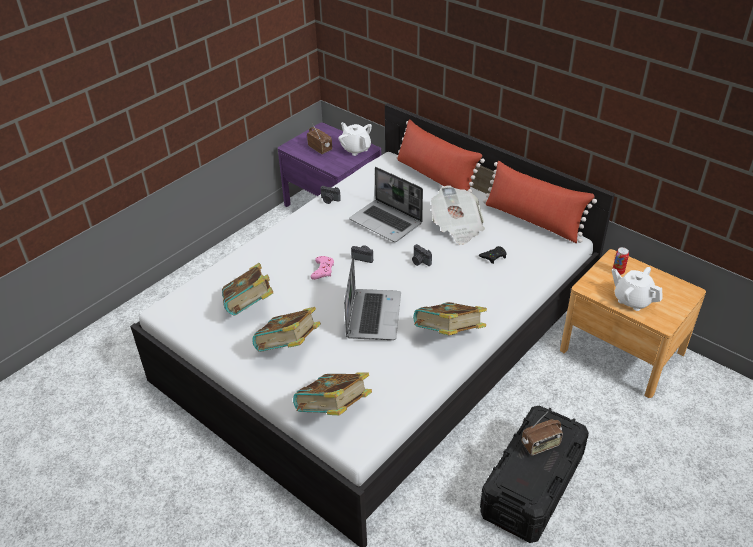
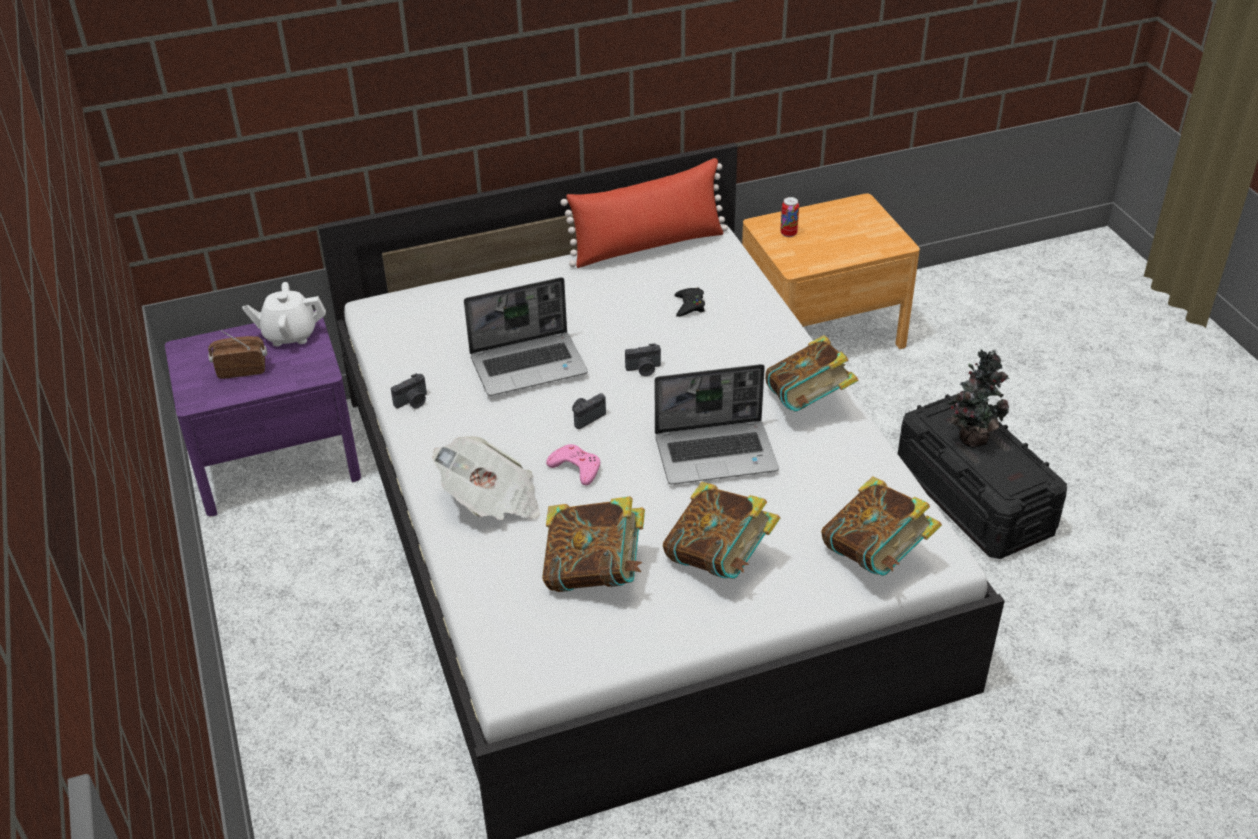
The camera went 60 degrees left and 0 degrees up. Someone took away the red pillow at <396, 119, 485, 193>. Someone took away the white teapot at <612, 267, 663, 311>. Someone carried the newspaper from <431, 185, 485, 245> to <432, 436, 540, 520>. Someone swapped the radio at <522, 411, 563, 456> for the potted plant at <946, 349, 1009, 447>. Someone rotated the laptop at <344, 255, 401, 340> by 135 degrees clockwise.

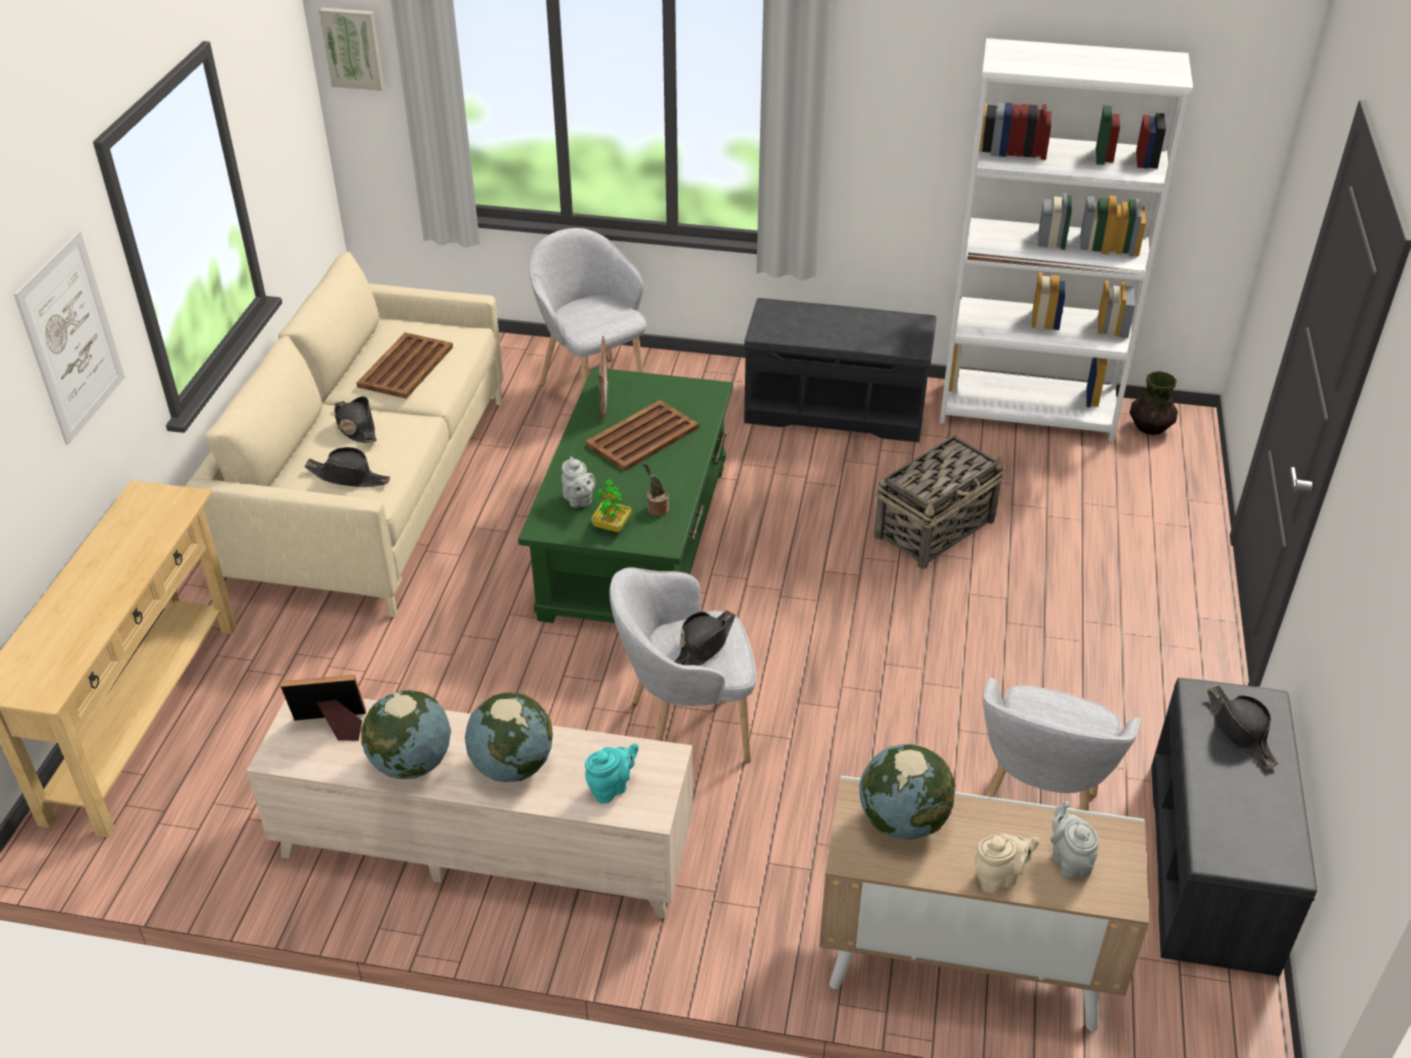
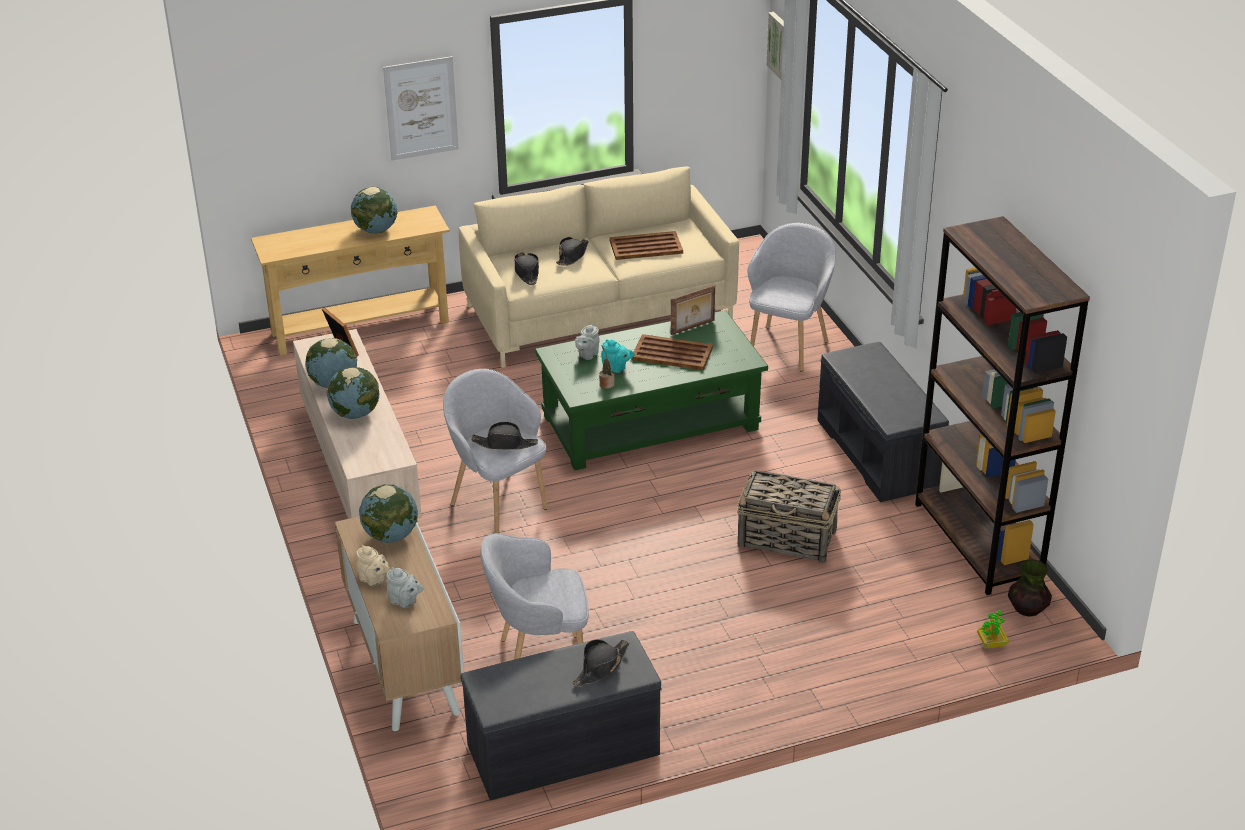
The camera went 60 degrees right and 5 degrees down. Someone put down the globe at <351, 187, 397, 234>. Someone carried the turquoise teapot from <585, 743, 638, 804> to <601, 339, 635, 373>. Someone carried the potted plant from <591, 480, 632, 532> to <977, 610, 1009, 649>. Someone repainted the white bookcase at <940, 38, 1193, 442>, which became the brown bookcase at <915, 216, 1090, 595>. Someone rotated the grey teapot at <1050, 801, 1099, 878> by 75 degrees clockwise.

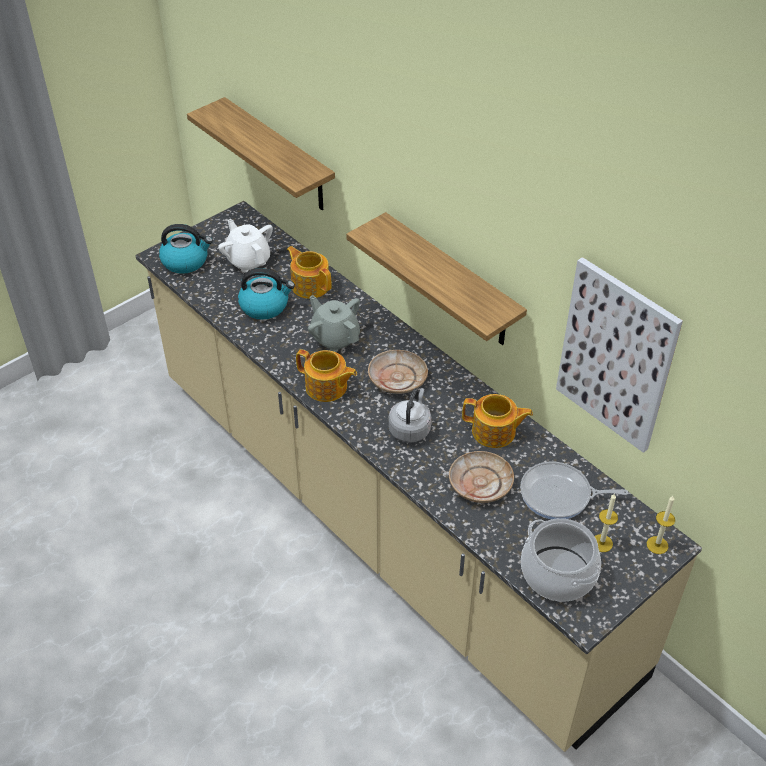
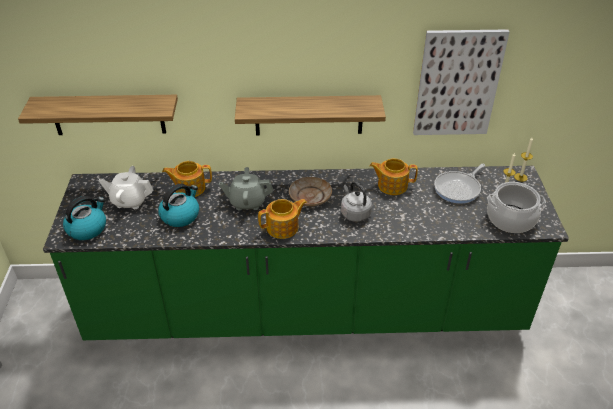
The camera went 50 degrees left and 5 degrees down. Someone took away the beige plate at <449, 451, 514, 503>. Someone repainted the beige counter at <135, 201, 702, 752>, which became the green counter at <43, 166, 569, 340>. Someone rotated the teapot at <462, 394, 533, 448> by 135 degrees counterclockwise.

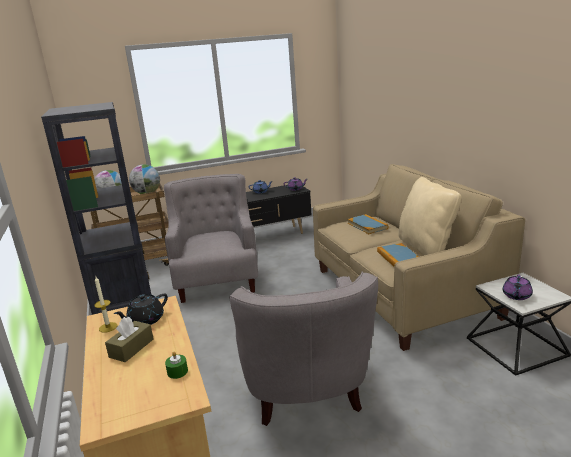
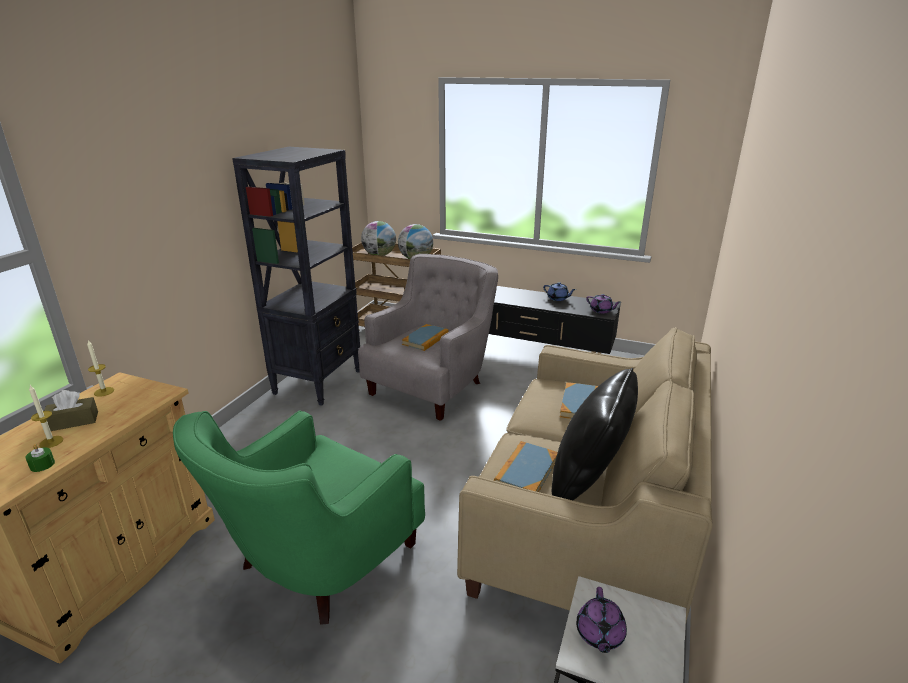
The camera went 40 degrees right and 5 degrees up. Someone took away the black teapot at <114, 294, 168, 325>. Someone put down the candle at <29, 385, 63, 448>. Someone put down the book at <402, 324, 449, 351>. Someone repainted the grey armchair at <229, 272, 378, 426>, which became the green armchair at <173, 411, 425, 625>. Someone repainted the beige pillow at <398, 177, 461, 255>, which became the black pillow at <552, 368, 638, 500>. Someone rotated the purple teapot at <503, 275, 533, 300> by 60 degrees counterclockwise.

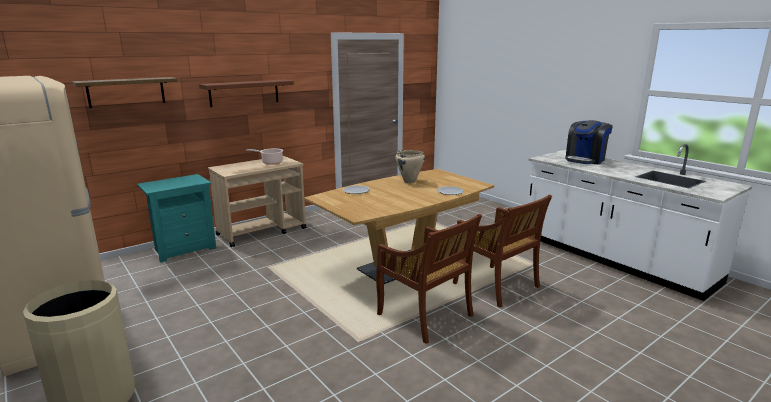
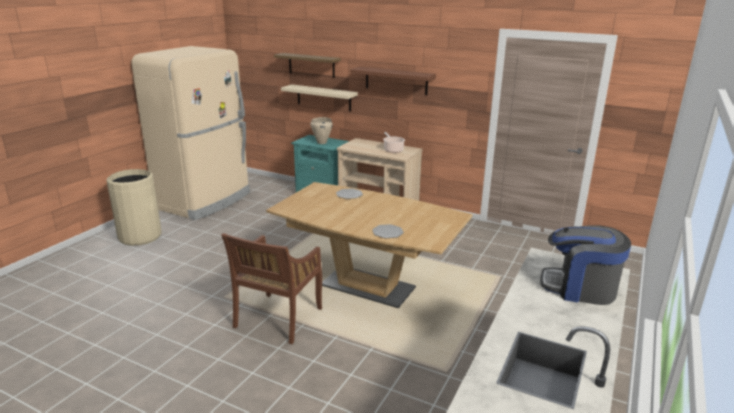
The camera went 65 degrees right and 5 degrees up. Someone took away the brown chair at <453, 195, 552, 308>. Someone put up the beige shelf at <281, 84, 358, 111>. Someone carried the beige cooking pot from <395, 150, 425, 183> to <310, 117, 333, 144>.

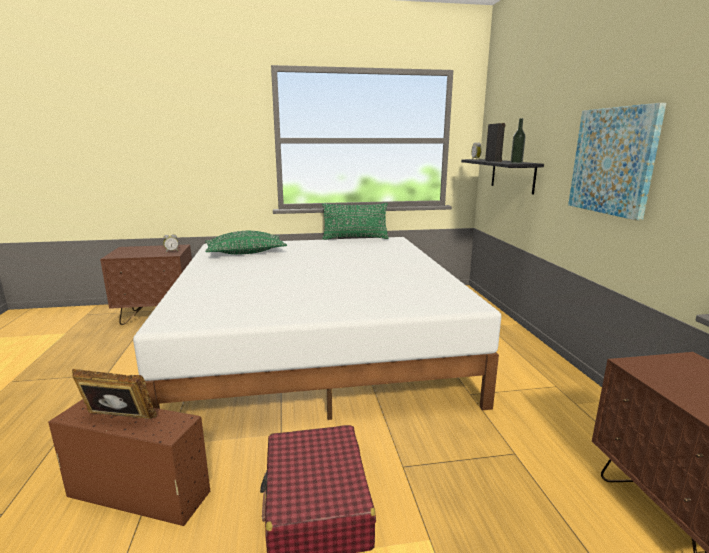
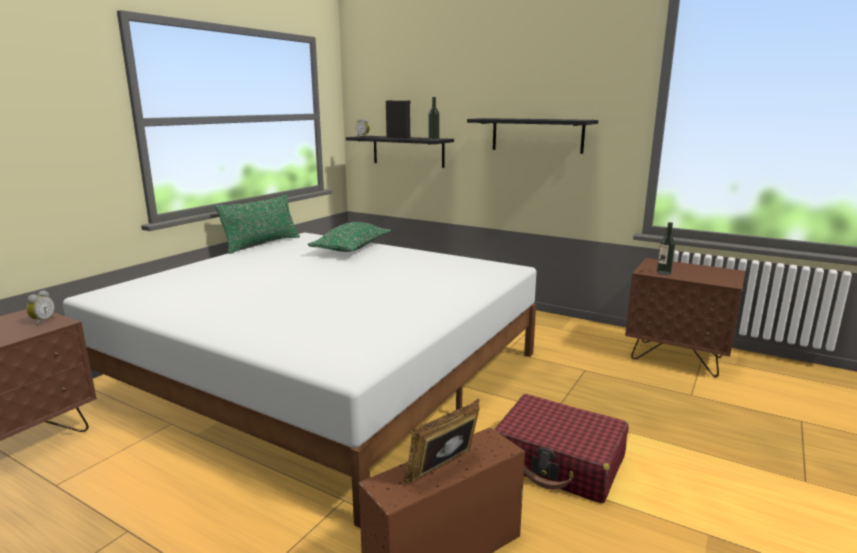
The camera went 50 degrees left and 0 degrees up. Someone put down the bottle at <656, 222, 675, 275>. Someone carried the green pillow from <205, 231, 287, 255> to <308, 222, 391, 252>. Someone swapped the picture at <568, 103, 666, 221> for the black shelf at <467, 118, 598, 154>.

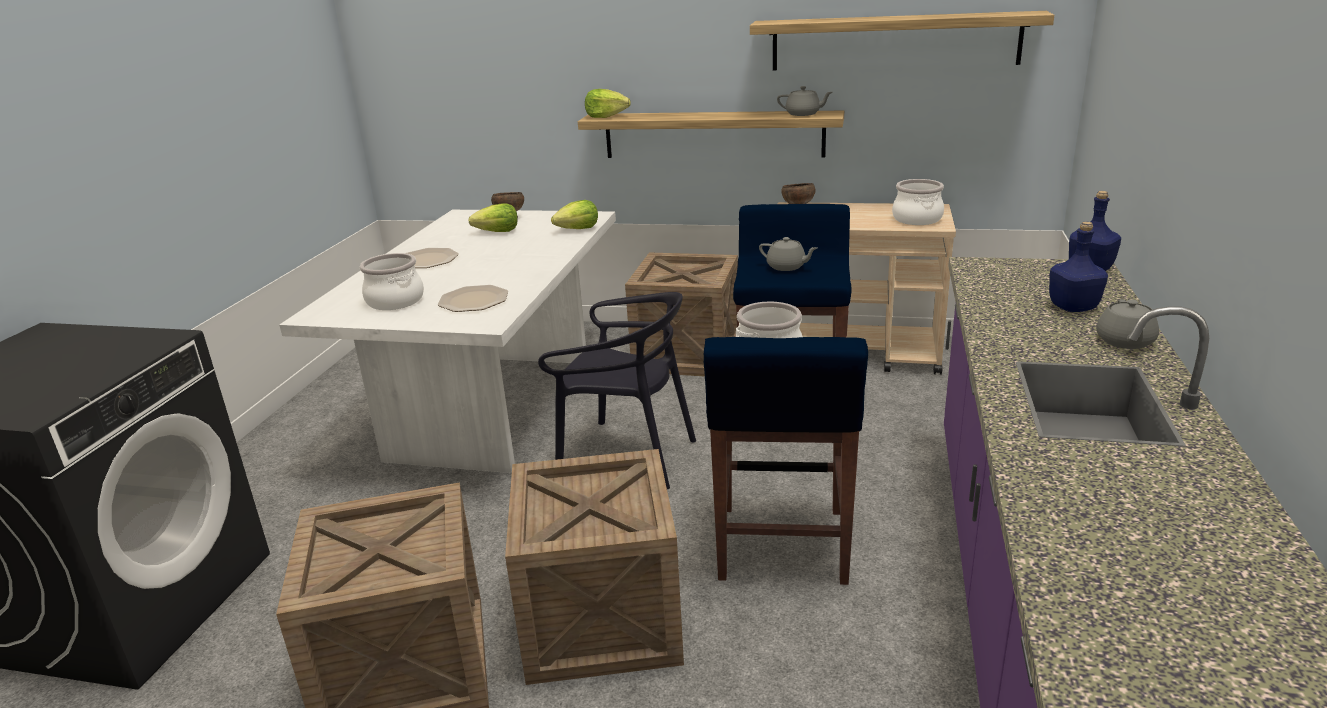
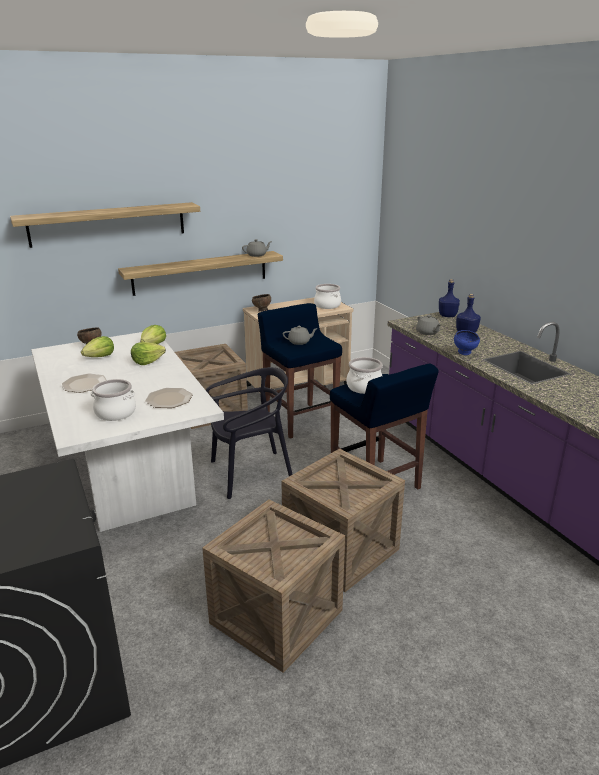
The camera went 40 degrees left and 0 degrees up. Someone put down the blue bowl at <454, 330, 480, 355>. Someone carried the lettuce from <585, 89, 631, 118> to <131, 342, 166, 365>. Someone carried the shelf from <750, 11, 1054, 71> to <10, 202, 200, 248>. Someone carried the grey teapot from <1096, 299, 1159, 349> to <416, 315, 441, 335>.

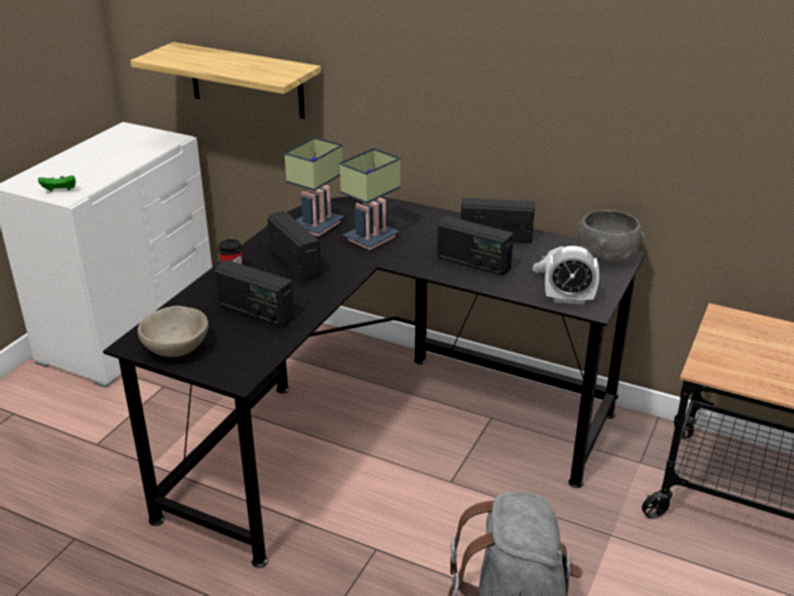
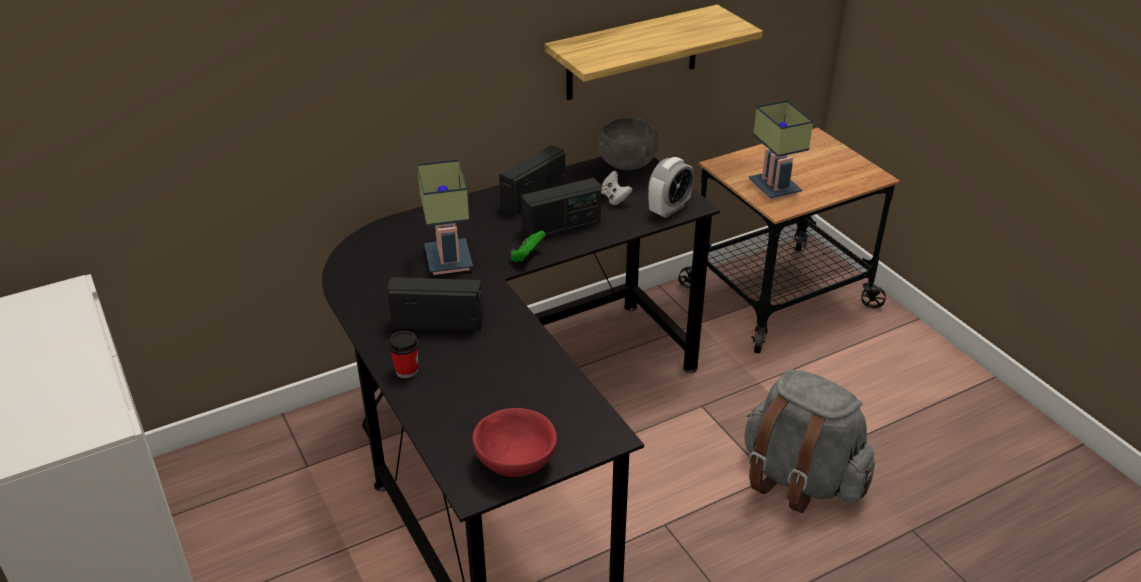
The camera went 55 degrees left and 5 degrees up. Someone took away the radio at <215, 260, 295, 327>. Someone carried the green game controller from <38, 175, 76, 191> to <510, 231, 546, 262>. Someone carried the shelf from <130, 42, 321, 119> to <544, 5, 763, 100>. Someone carried the table lamp from <284, 137, 344, 236> to <749, 100, 814, 201>. Someone repainted the beige bowl at <138, 306, 208, 357>, which became the red bowl at <472, 408, 557, 477>.

